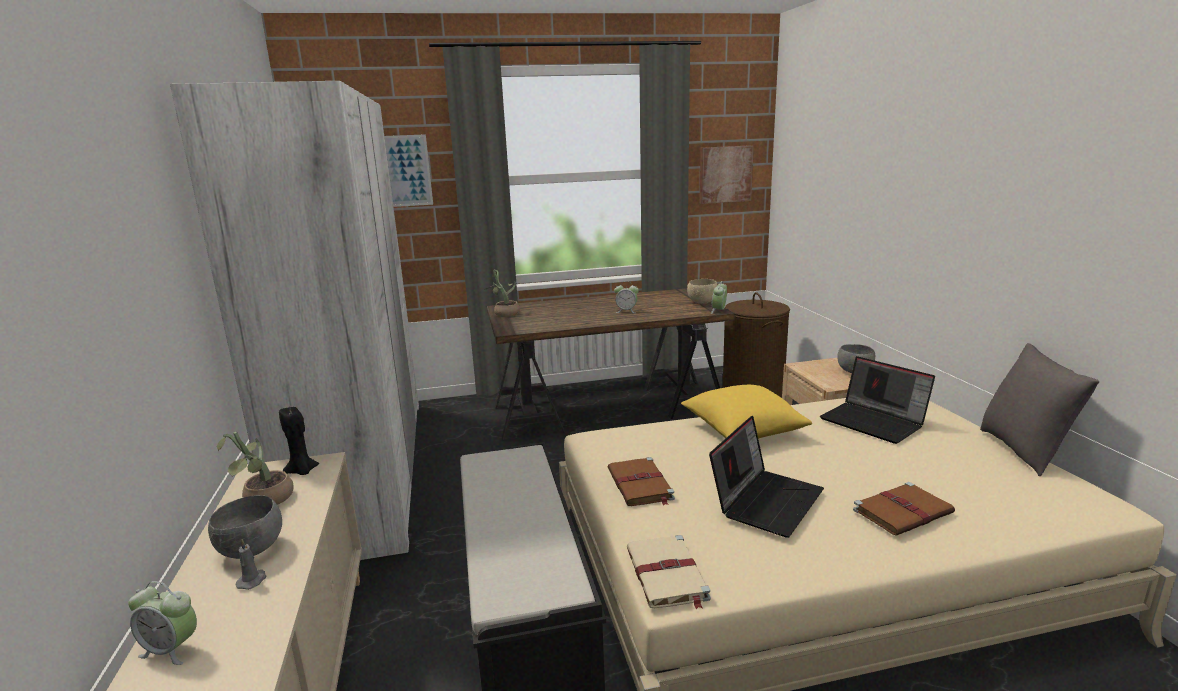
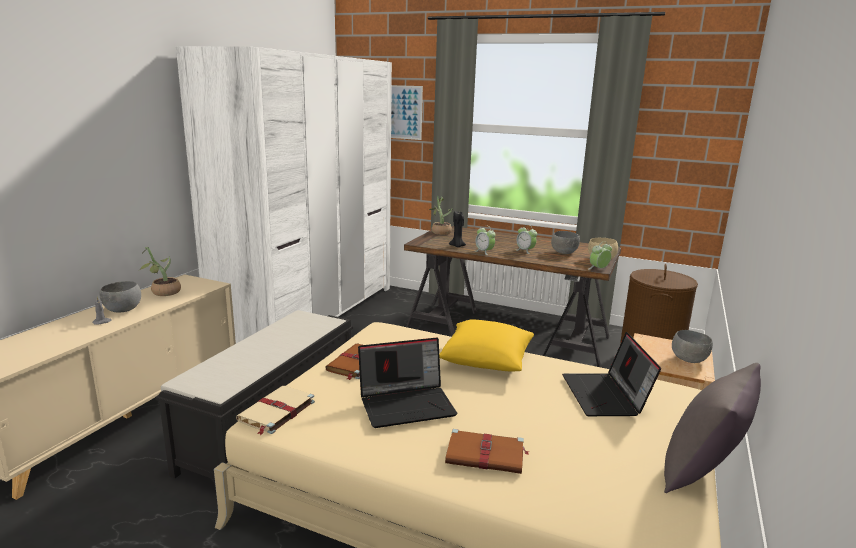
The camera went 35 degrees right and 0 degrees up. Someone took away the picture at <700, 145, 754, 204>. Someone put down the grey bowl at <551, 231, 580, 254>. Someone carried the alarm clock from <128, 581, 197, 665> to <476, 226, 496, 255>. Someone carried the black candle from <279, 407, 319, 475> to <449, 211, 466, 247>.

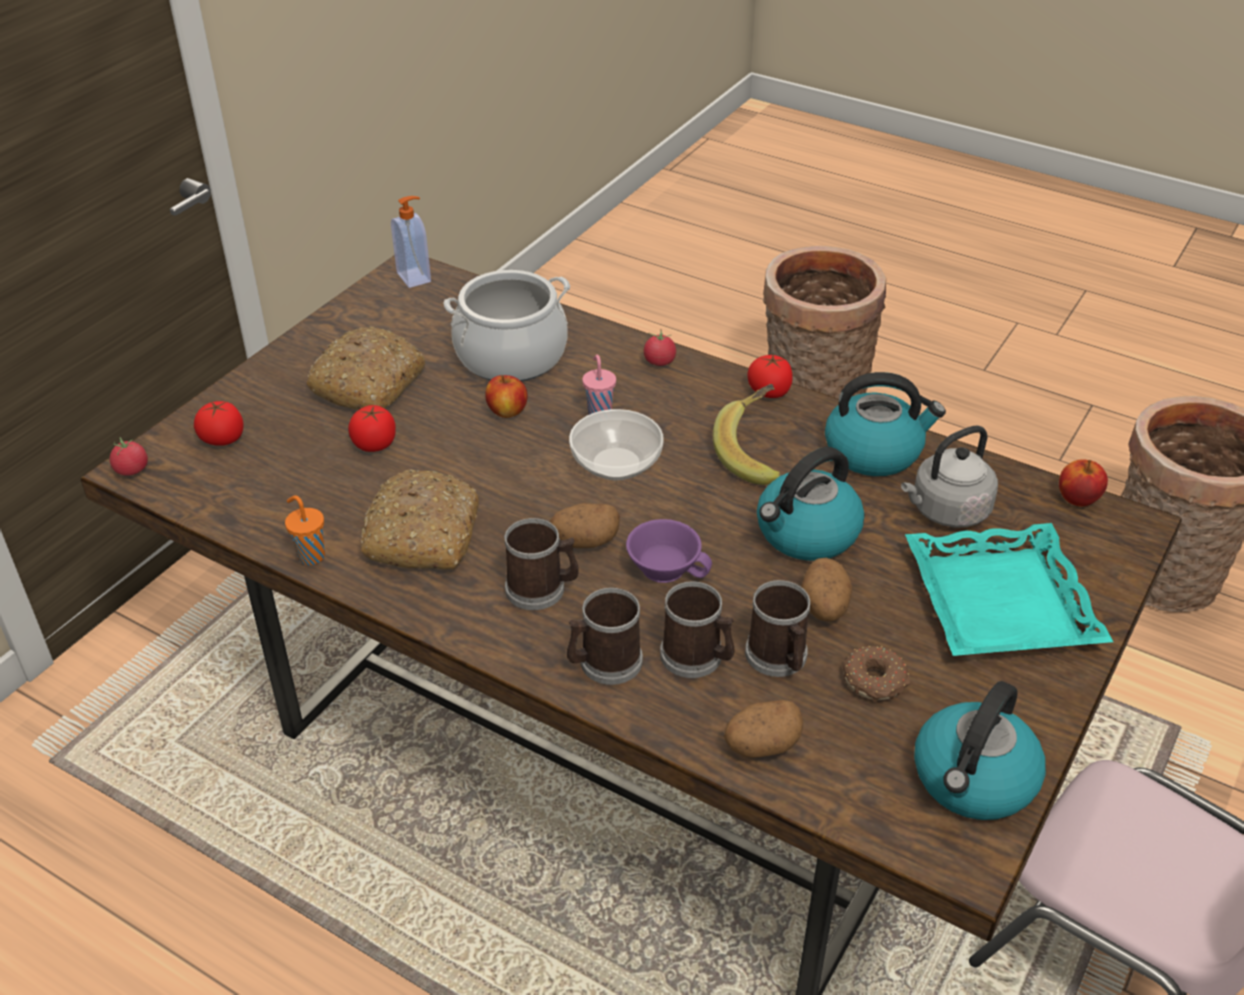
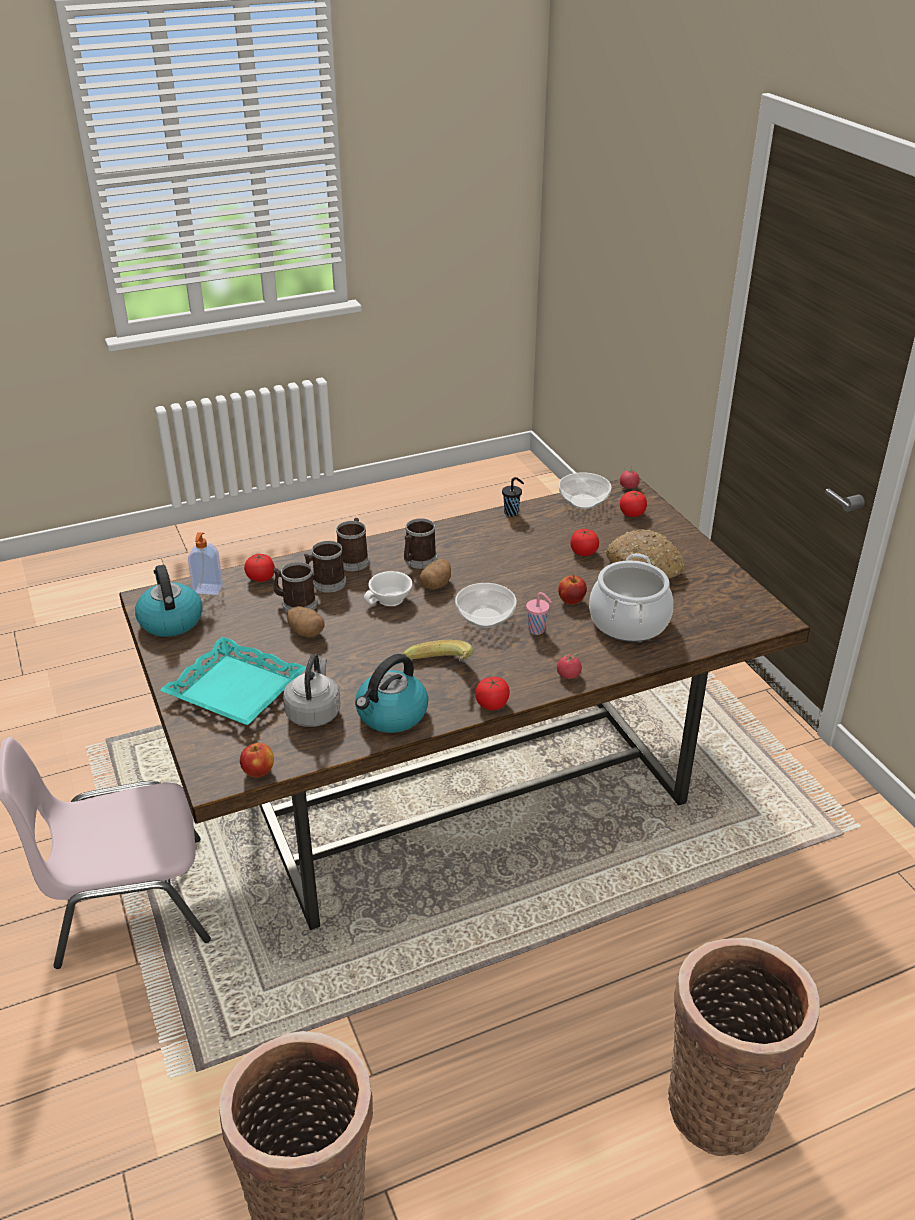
The camera went 125 degrees right and 5 degrees down. Someone took away the bread at <361, 470, 479, 570>. Someone took away the kettle at <757, 447, 865, 561>. Someone took away the donut at <842, 646, 910, 701>. Someone put down the bowl at <559, 472, 612, 509>. Someone carried the soap dispenser from <391, 196, 431, 288> to <188, 532, 223, 595>. Someone swapped the potato at <724, 700, 803, 758> for the tomato at <244, 554, 275, 582>. Someone repainted the orange cup at <285, 495, 325, 565>, which became the black cup at <502, 477, 524, 517>. Someone repainted the purple cup at <626, 519, 712, 583>, which became the white cup at <364, 571, 412, 606>.

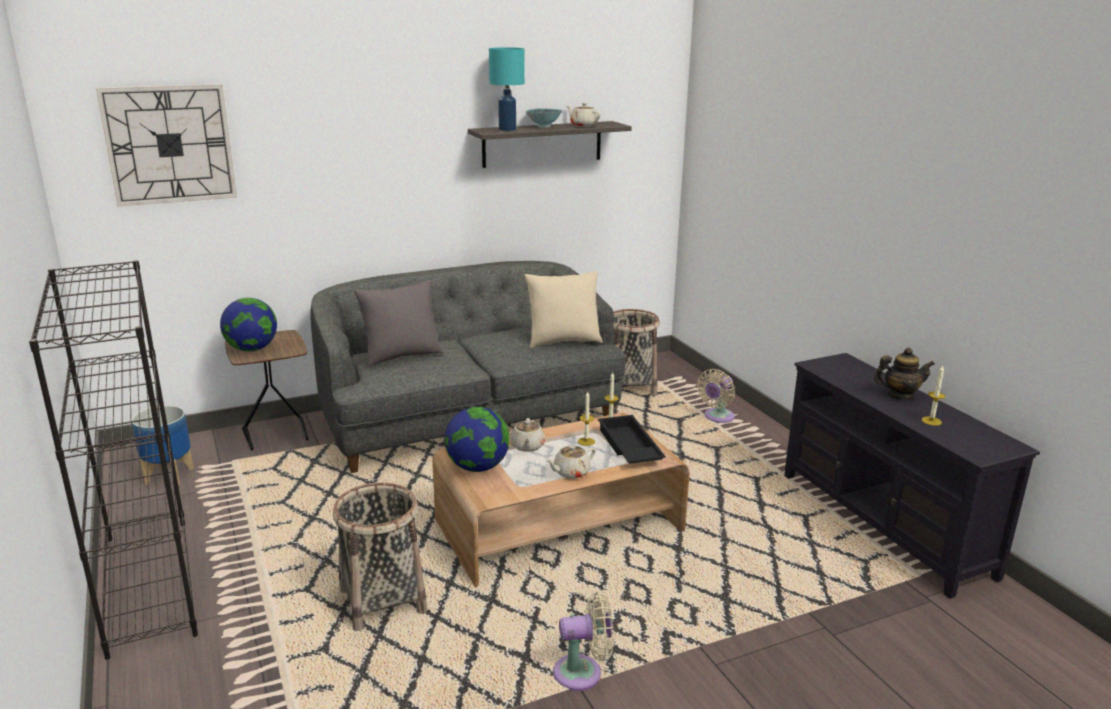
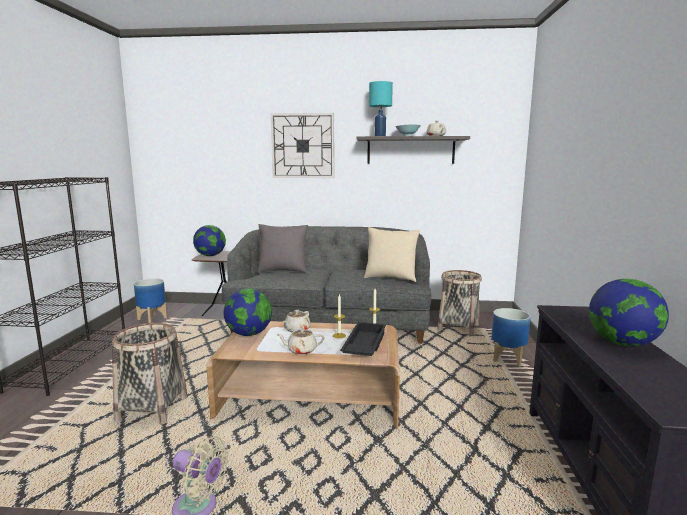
The camera went 30 degrees right and 10 degrees down. Someone took away the candle at <922, 365, 946, 426>. Someone carried the wall clock from <96, 84, 237, 207> to <271, 113, 334, 178>. Someone swapped the beige fan at <697, 369, 735, 423> for the planter at <491, 308, 531, 366>. Someone swapped the teapot at <874, 348, 935, 400> for the globe at <589, 279, 669, 346>.

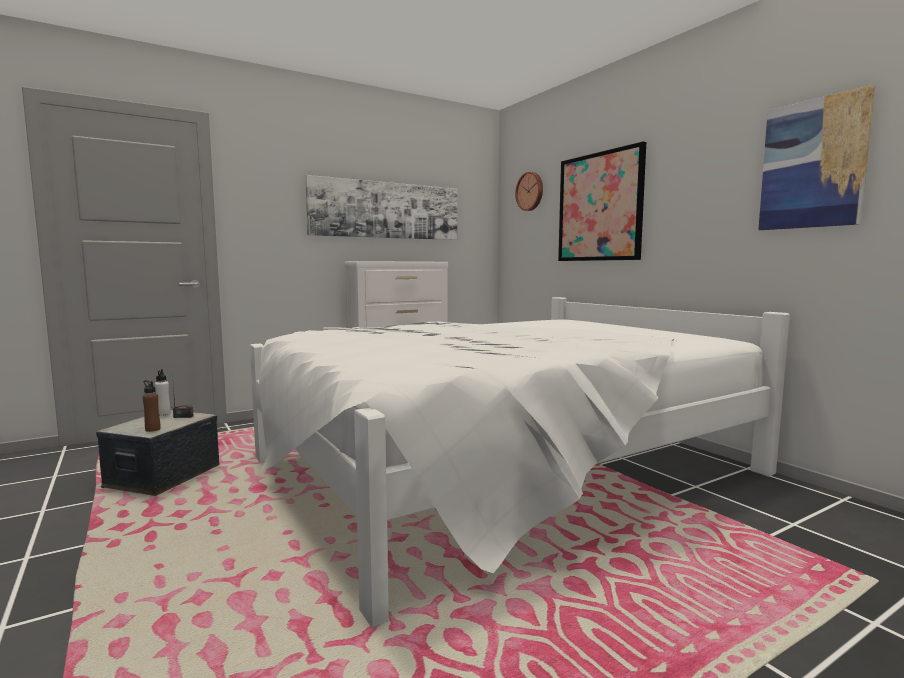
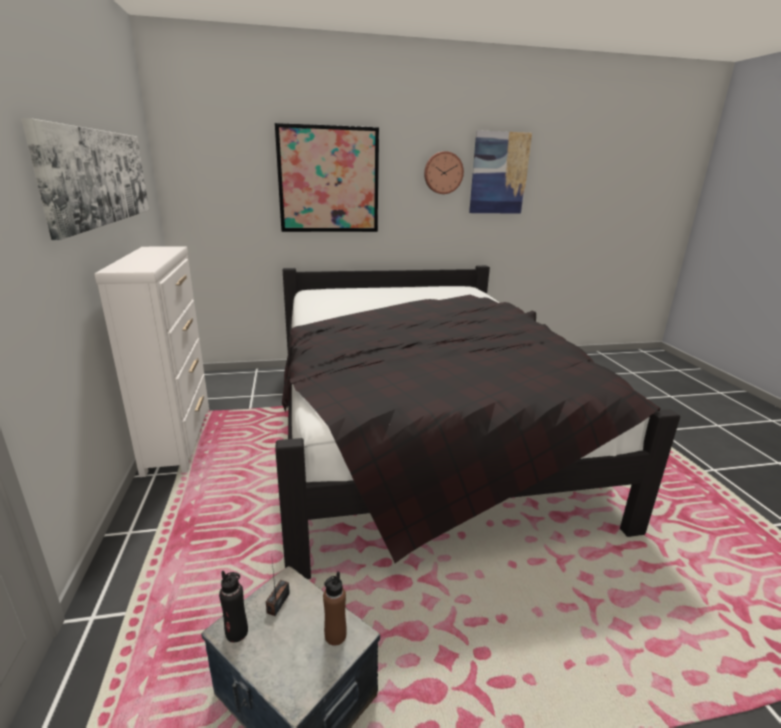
The camera went 70 degrees left and 15 degrees up. Someone carried the wall clock from <515, 172, 543, 211> to <424, 151, 464, 194>. Someone repainted the white bottle at <155, 369, 171, 416>, which became the black bottle at <219, 571, 248, 642>. Someone repainted the white bed at <250, 297, 790, 627>, which became the black bed at <275, 265, 680, 579>.

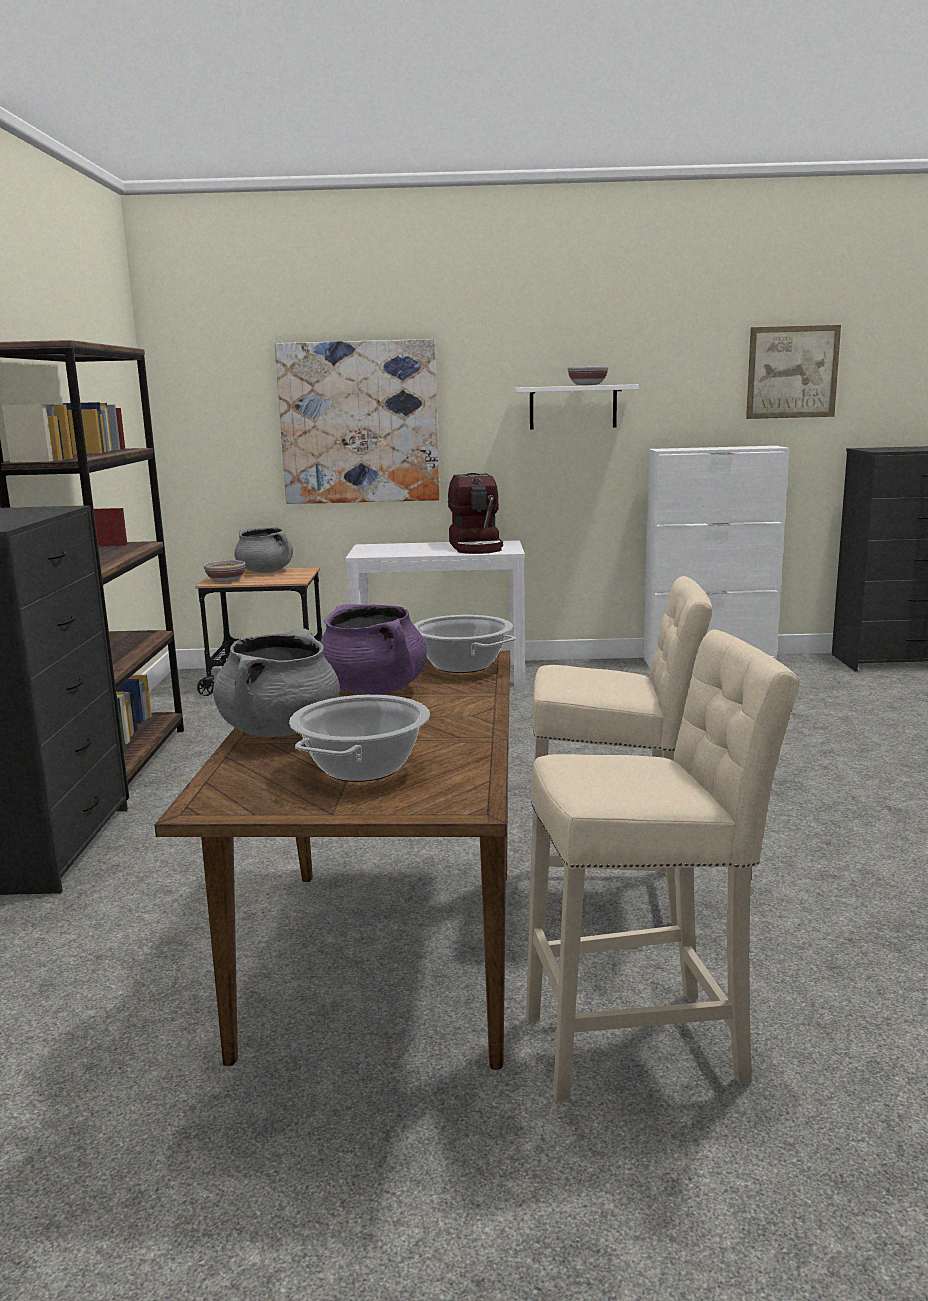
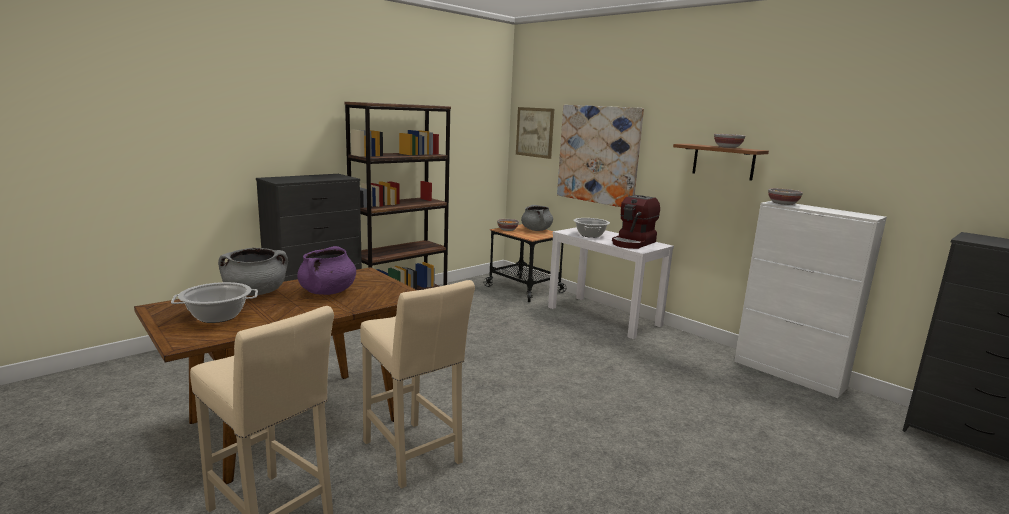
The camera went 45 degrees right and 0 degrees up. Someone put down the bowl at <768, 188, 803, 205>. Someone carried the cooking pot from <414, 615, 516, 673> to <573, 218, 610, 238>. Someone carried the picture from <746, 325, 841, 419> to <516, 107, 554, 159>. Someone repainted the white shelf at <514, 384, 639, 430>, which became the brown shelf at <673, 144, 769, 181>.

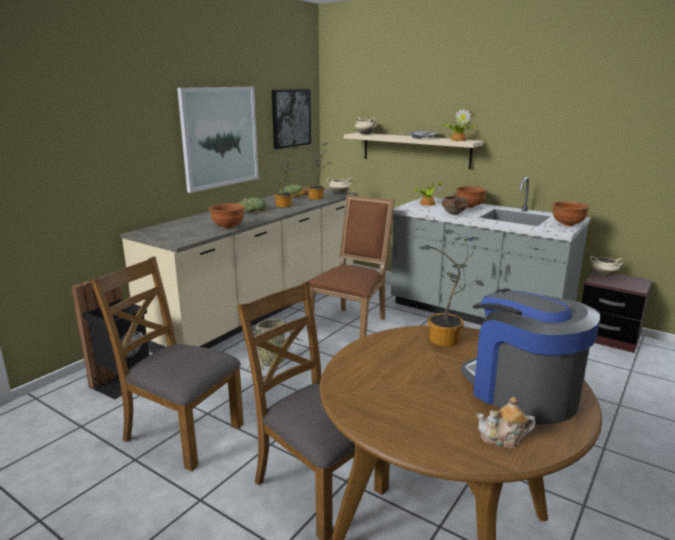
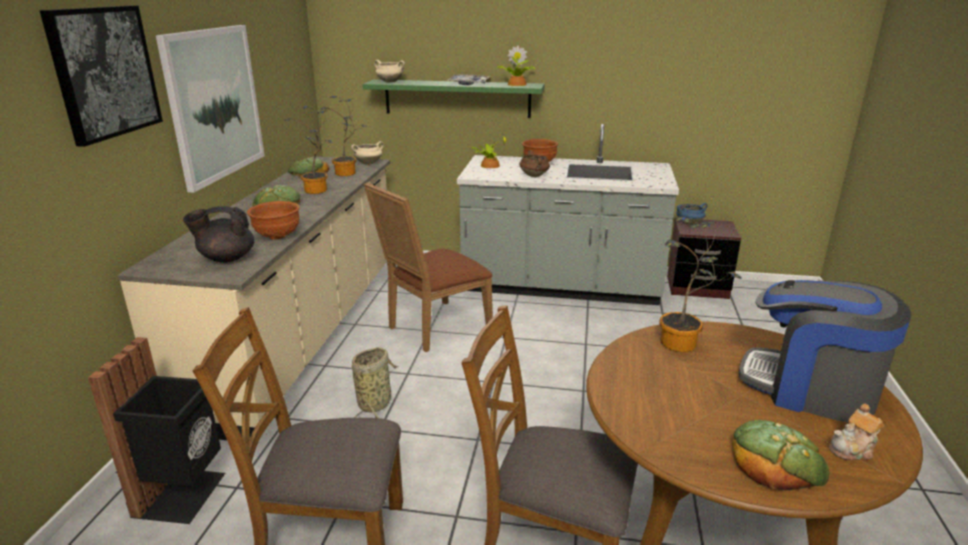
The camera went 25 degrees left and 5 degrees up. Someone took away the brown bowl at <552, 201, 590, 226>. Someone put down the black teapot at <183, 206, 254, 263>. Someone put down the bread at <732, 420, 829, 491>. Someone carried the picture from <272, 89, 311, 149> to <40, 6, 163, 147>. Someone repainted the beige shelf at <344, 133, 484, 169>, which became the green shelf at <362, 79, 545, 118>. Someone repainted the beige cooking pot at <590, 256, 624, 277>, which became the blue cooking pot at <676, 203, 707, 225>. Someone rotated the brown chair at <307, 195, 395, 338> by 135 degrees counterclockwise.

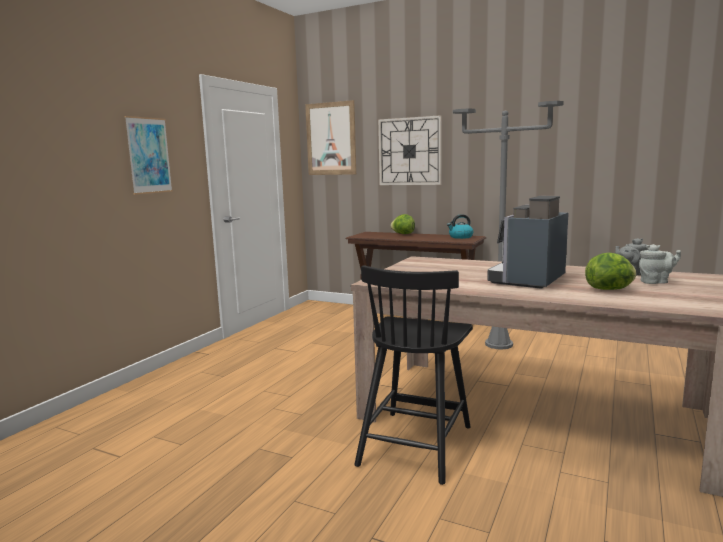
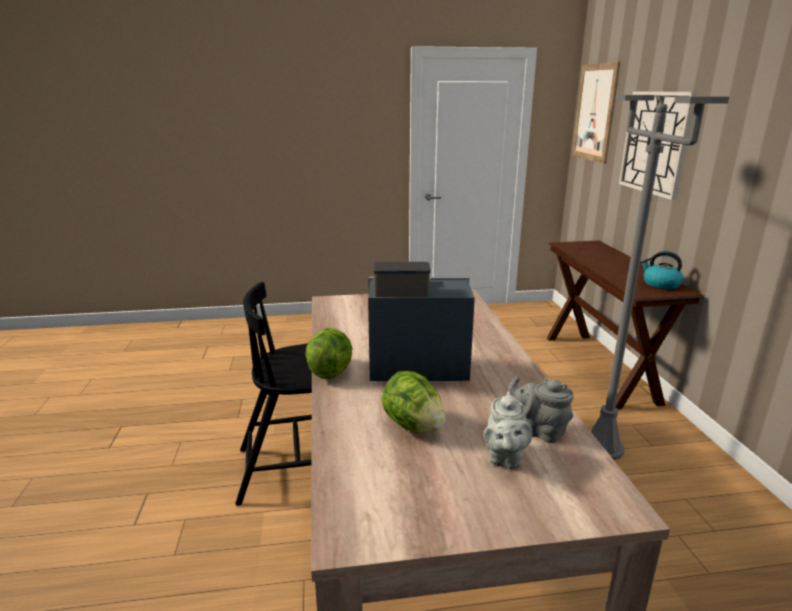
The camera went 55 degrees right and 10 degrees up. Someone took away the picture at <125, 116, 173, 195>. Someone carried the lettuce from <390, 214, 415, 234> to <305, 328, 352, 379>. Someone rotated the grey teapot at <639, 244, 681, 284> by 45 degrees clockwise.

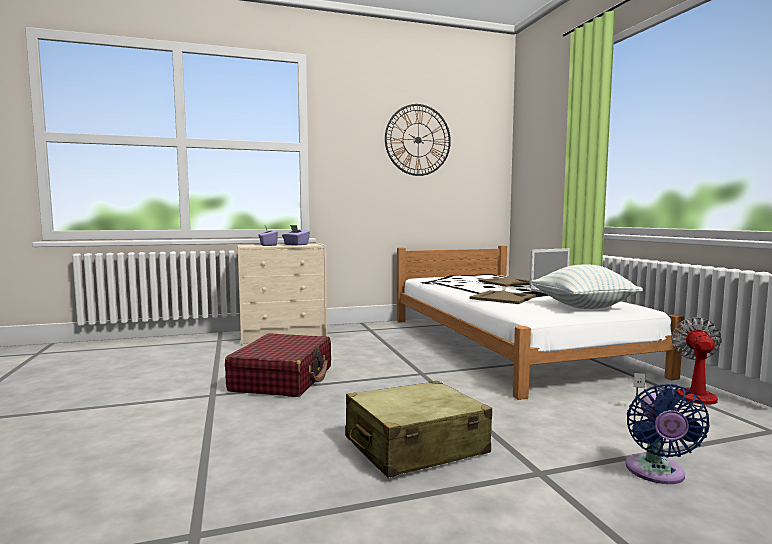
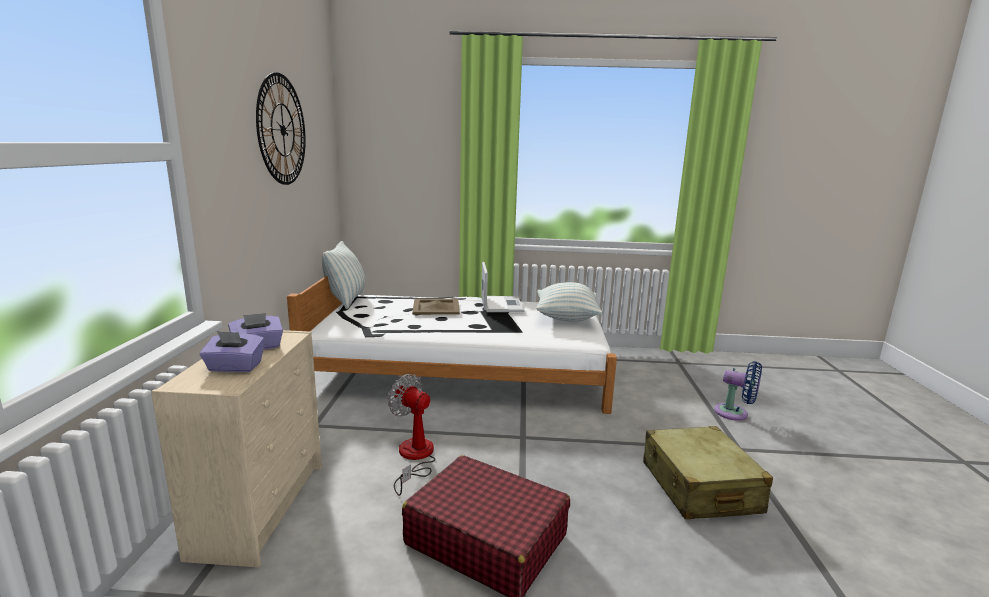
The camera went 70 degrees left and 10 degrees up. Someone took away the beige tray at <470, 290, 536, 304>. Someone put down the pillow at <322, 241, 365, 309>. Someone carried the fan from <634, 317, 722, 410> to <388, 374, 436, 496>.

